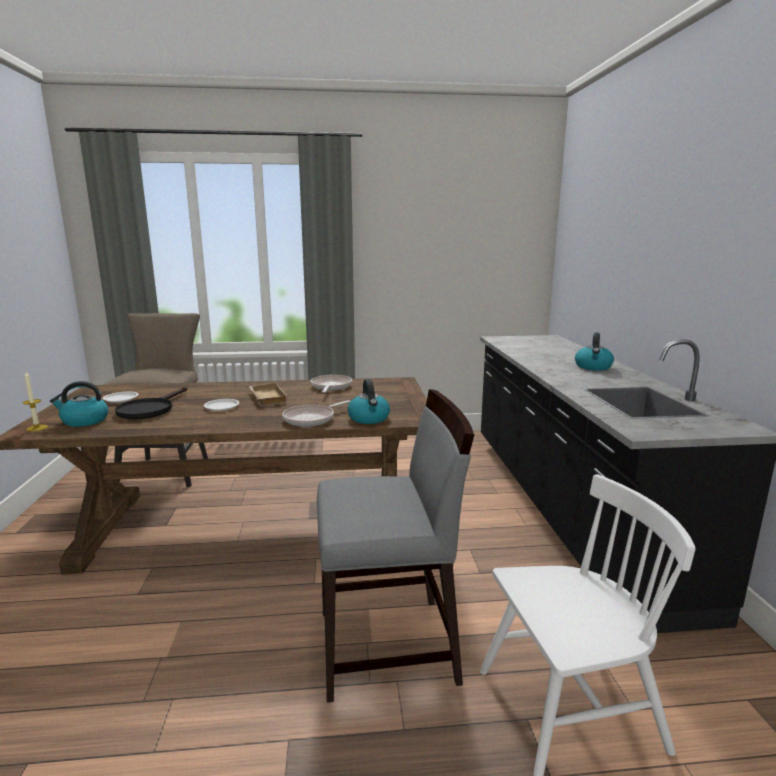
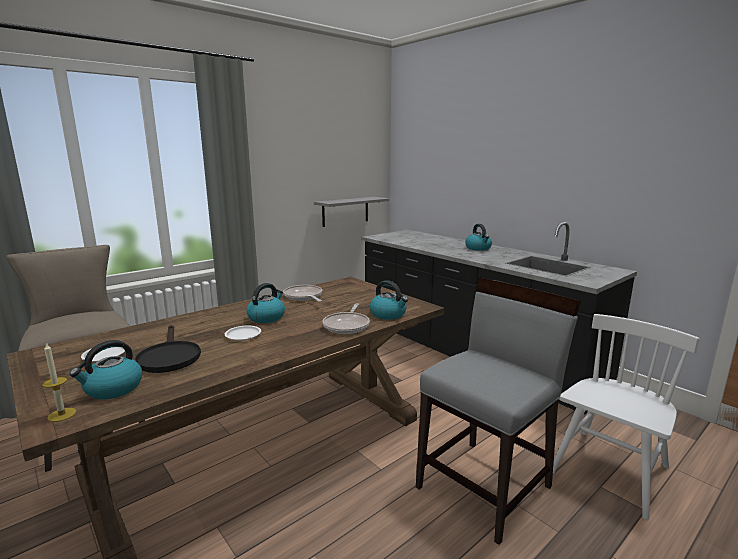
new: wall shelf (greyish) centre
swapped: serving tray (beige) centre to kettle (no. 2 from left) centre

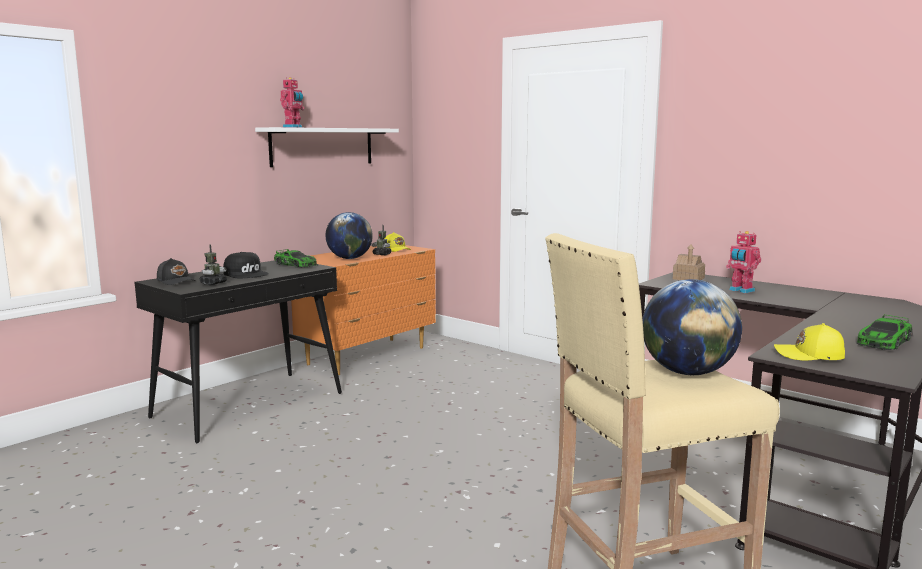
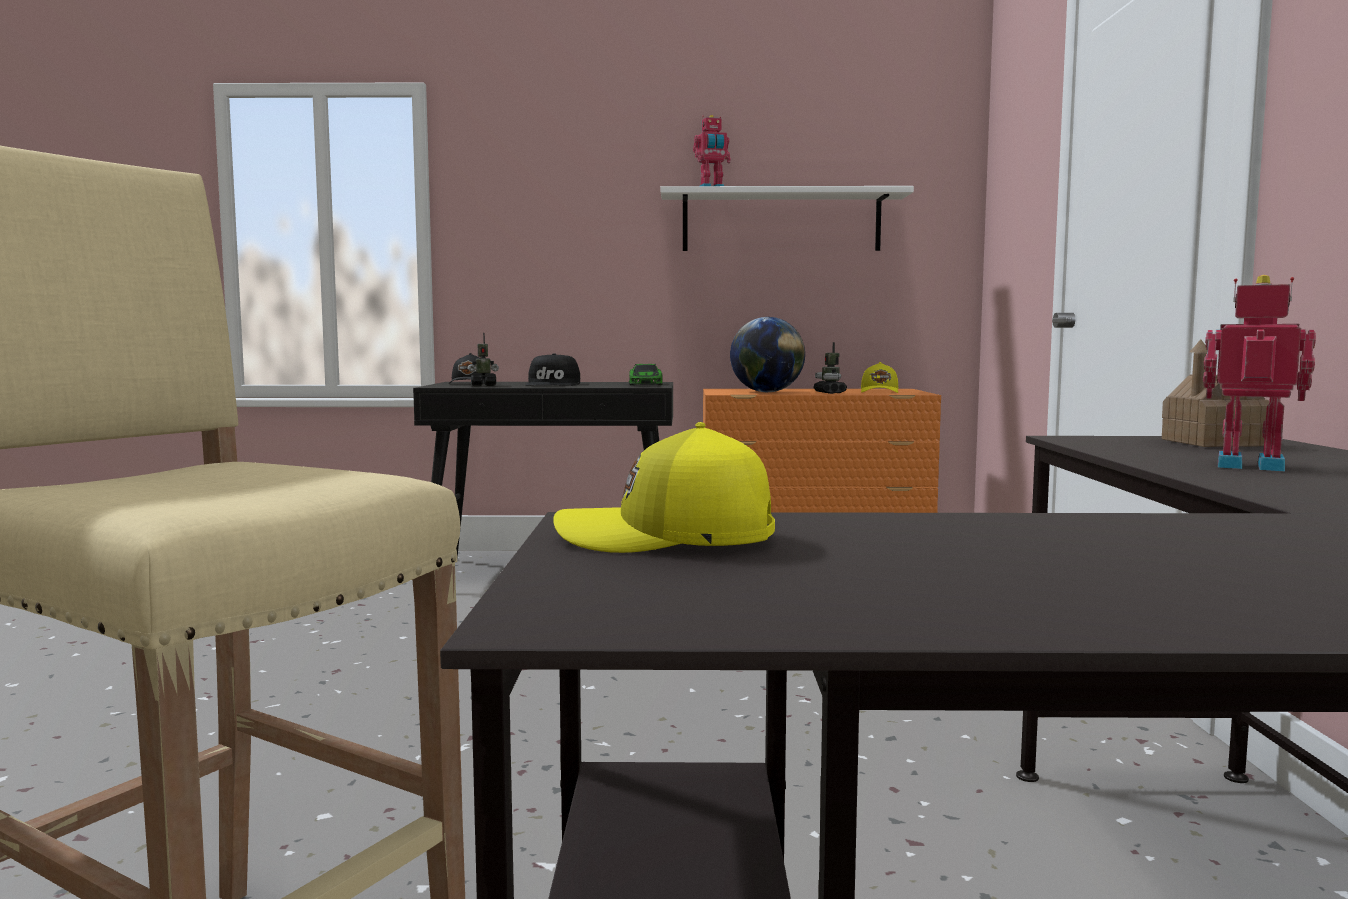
gone: globe (no. 2 from left) middle right; model car (no. 2 from left) middle right
rotated: model robot (no. 4 from left) middle right = middle right 105 degrees clockwise; baseball cap (yellow) (no. 2 from left in the first image) middle right = centre 60 degrees counterclockwise

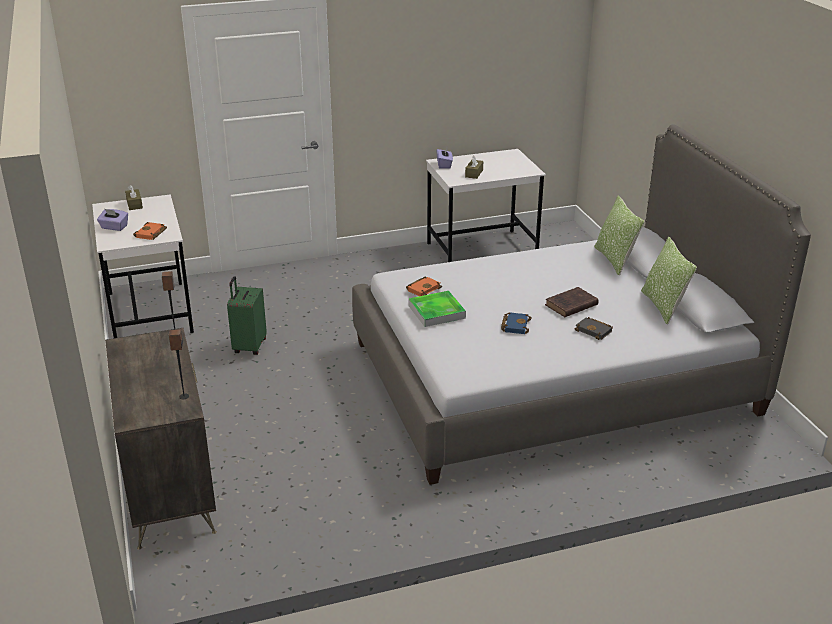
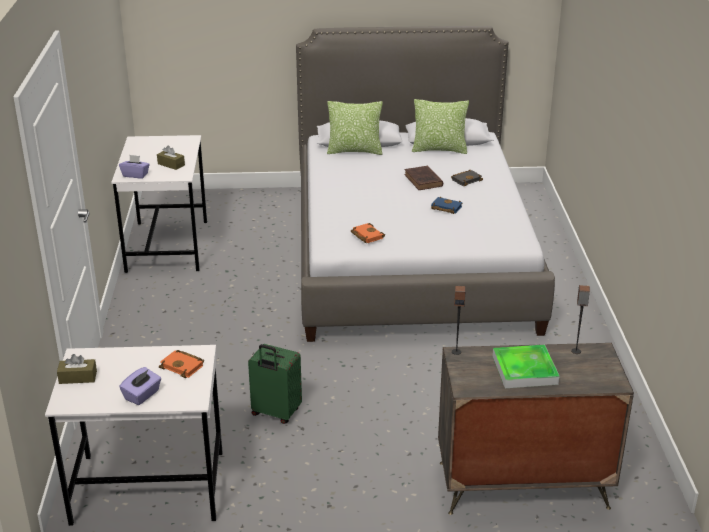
shifted: serving tray centre to bottom right

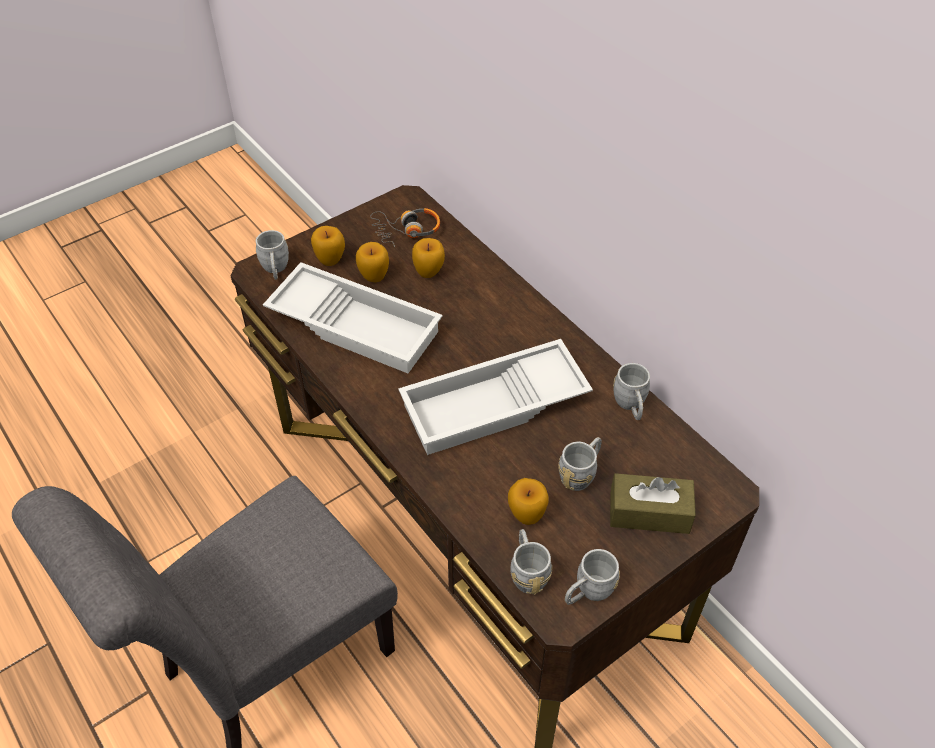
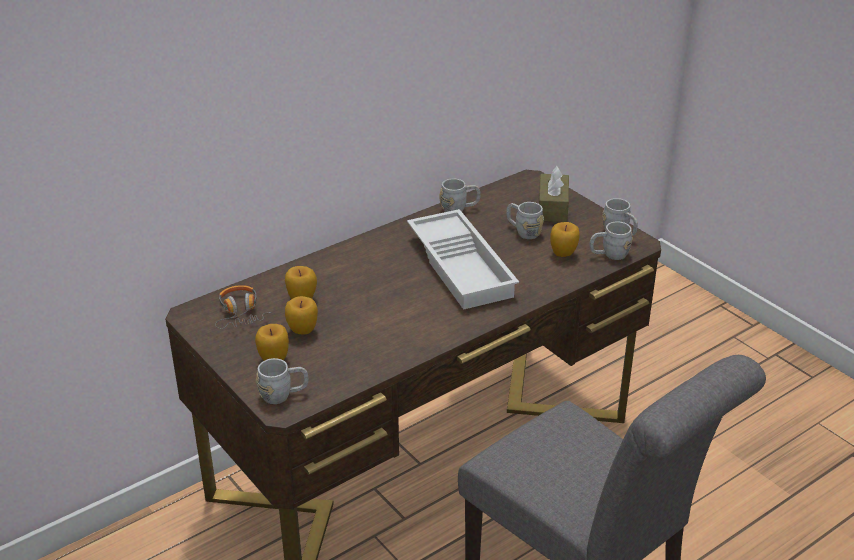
gone: serving tray (white-coloured) (no. 1 from left) centre

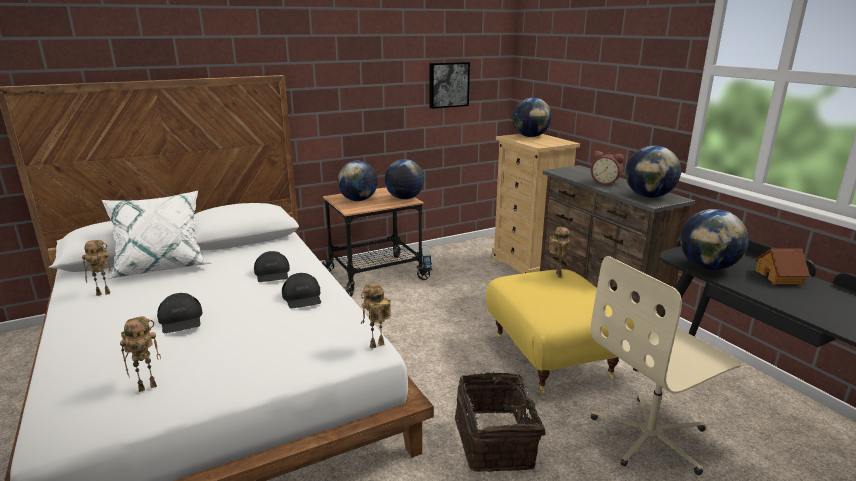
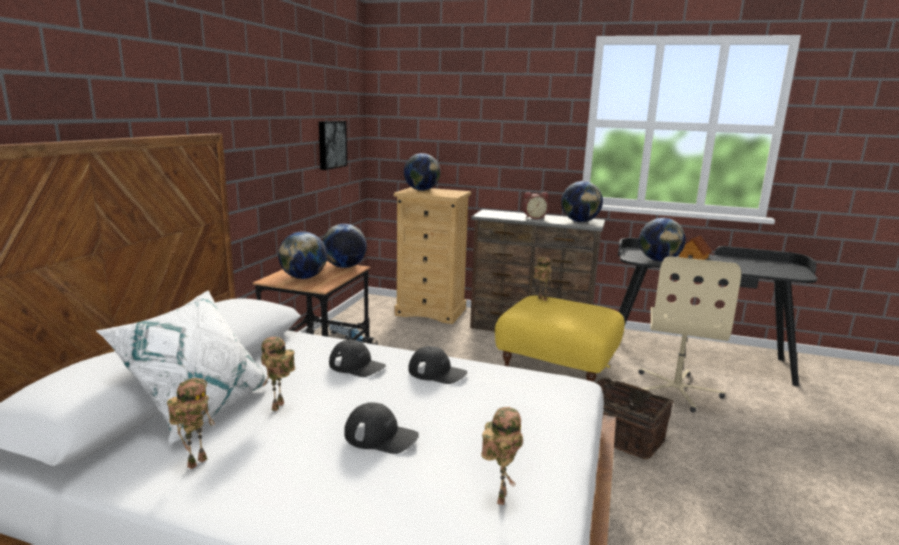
shifted: model robot (no. 3 from left in the first image) centre to model robot (no. 2 from left) bottom left

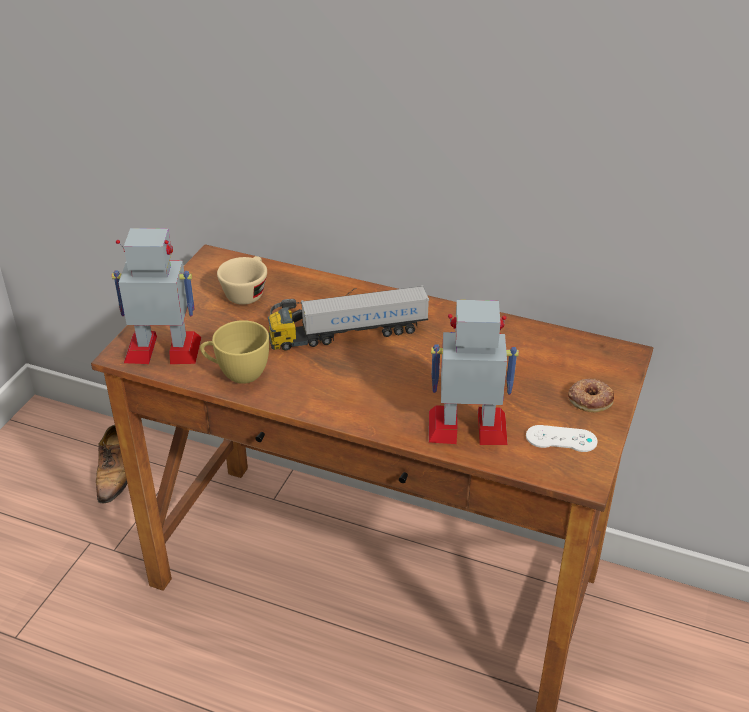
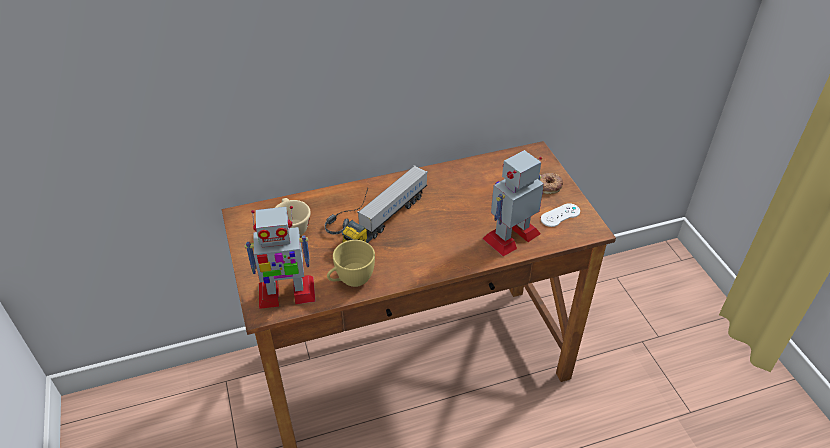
gone: low shoe middle left
rotated: model robot (no. 1 from left) middle left = centre 150 degrees counterclockwise

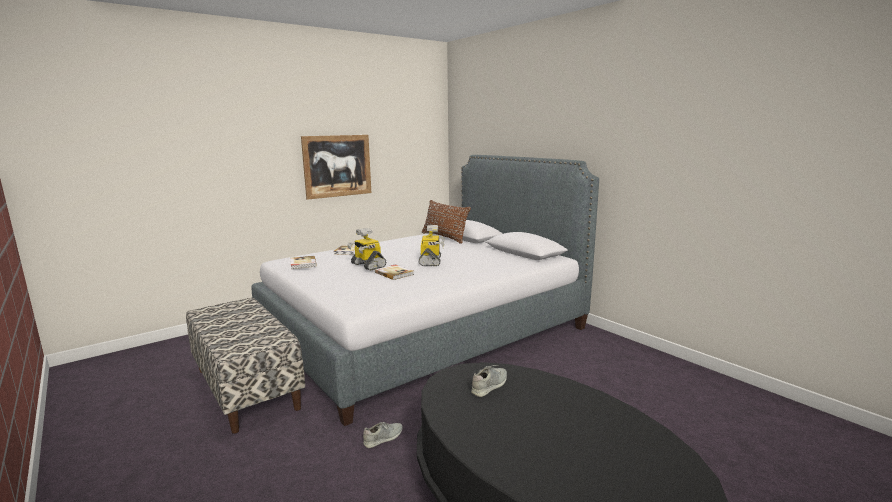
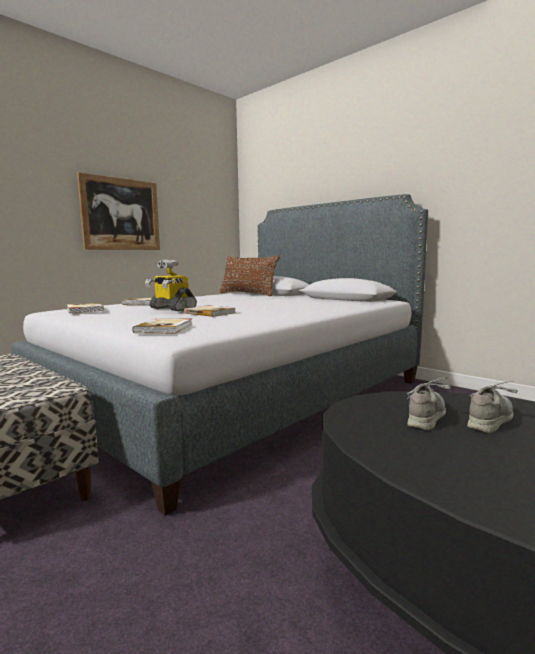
gone: model robot (no. 2 from left) centre
new: bound book (no. 3 from left) middle left
shifted: low shoe (greyish) (no. 1 from left in the first image) bottom centre to low shoe (greyish) (no. 2 from left) middle right

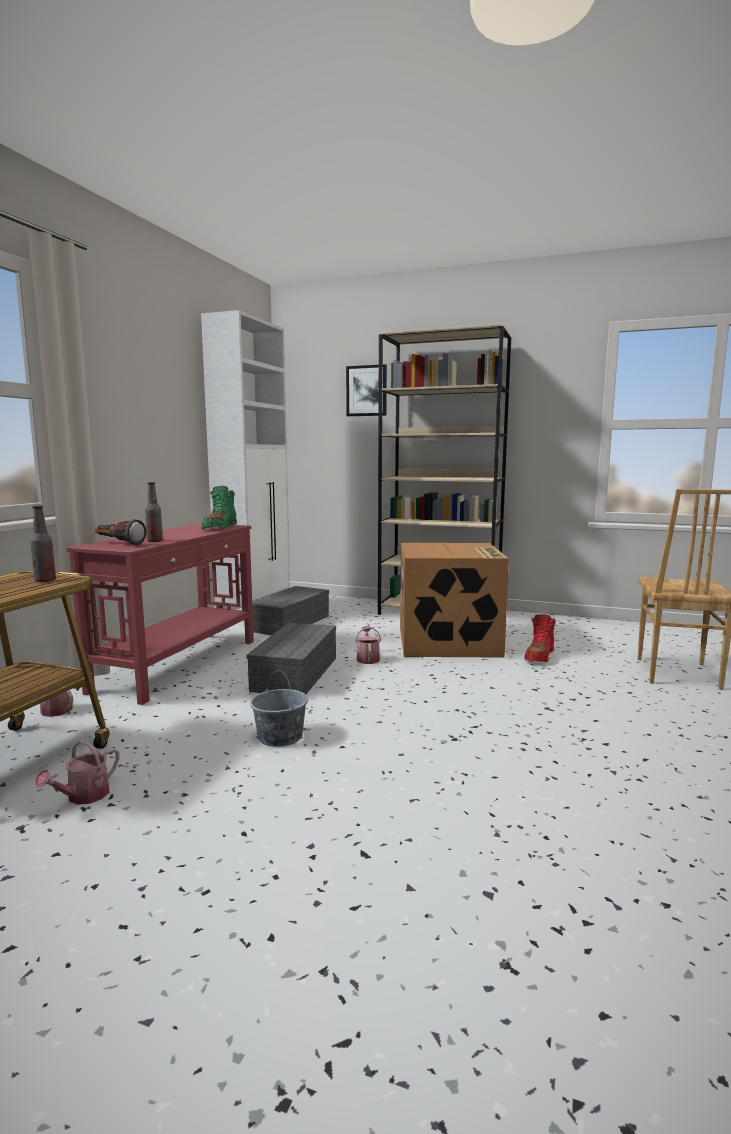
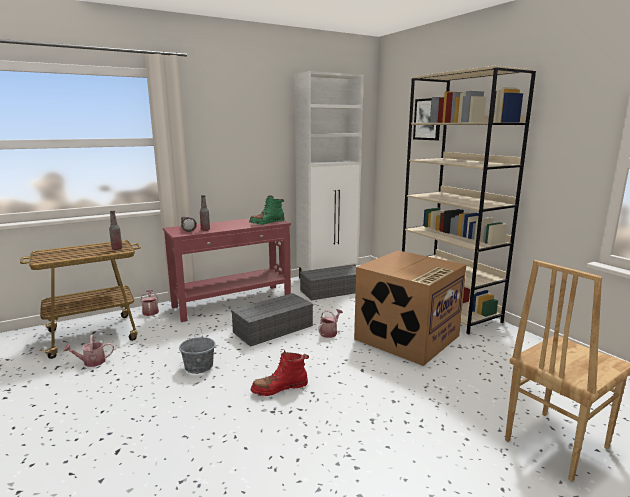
shifted: tall boot (red) middle right to bottom centre

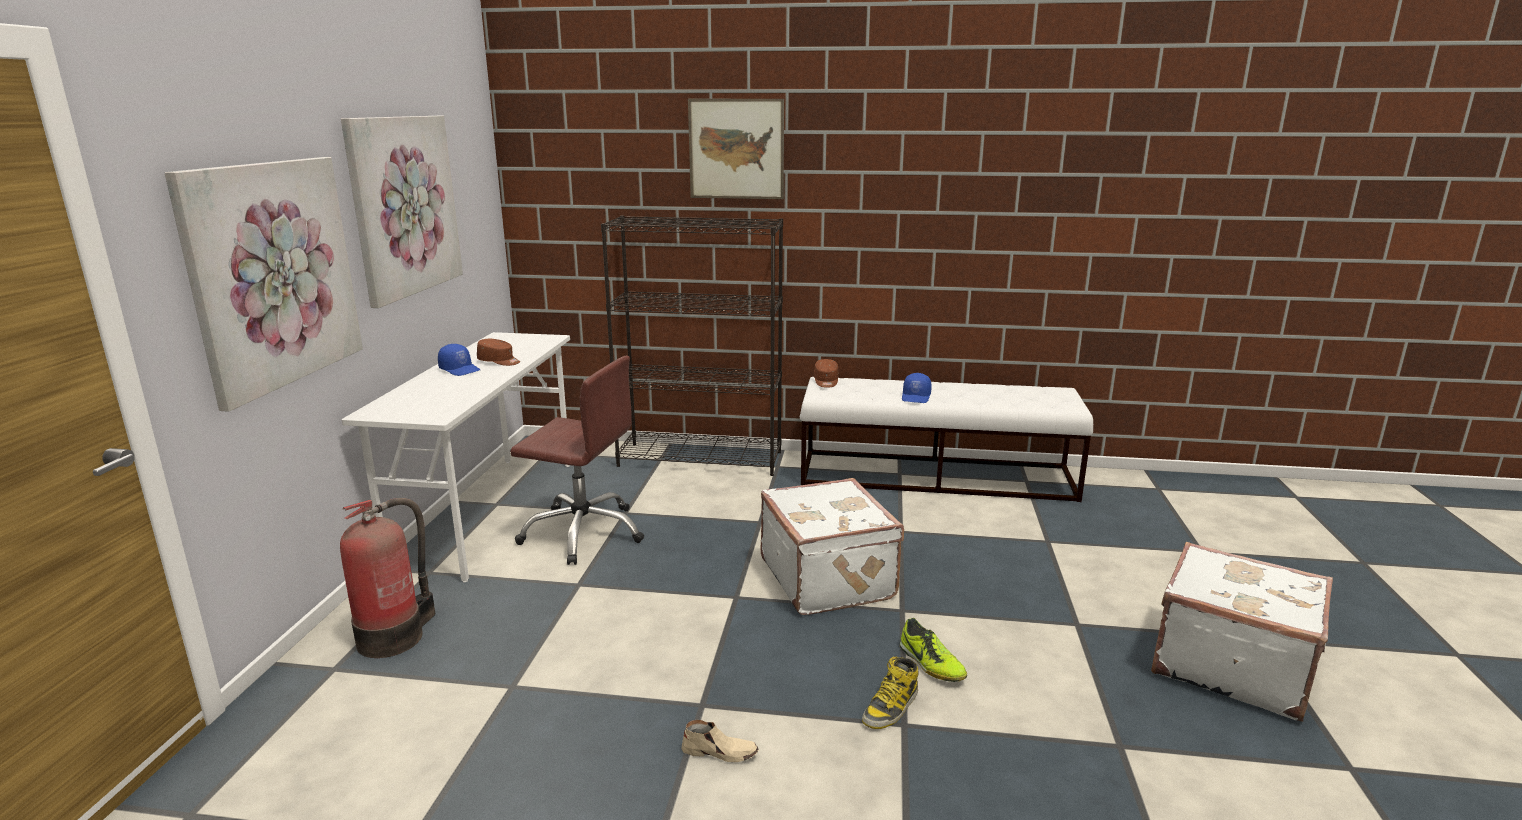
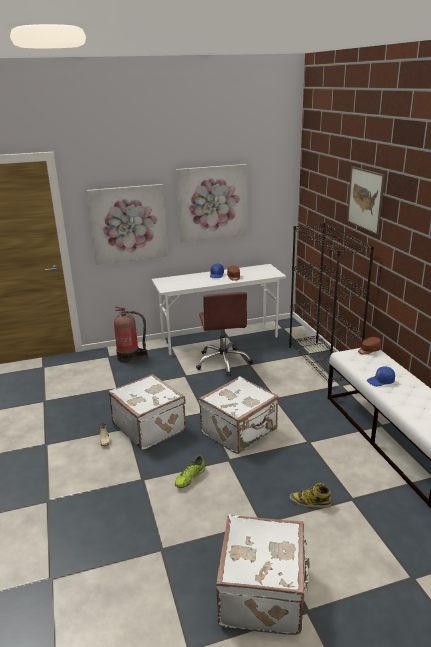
new: suitcase (white-coloured) (no. 1 from left) centre
shifted: tall boot bottom centre to bottom right

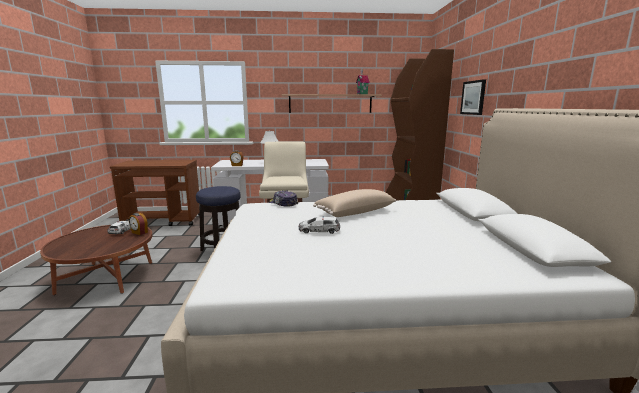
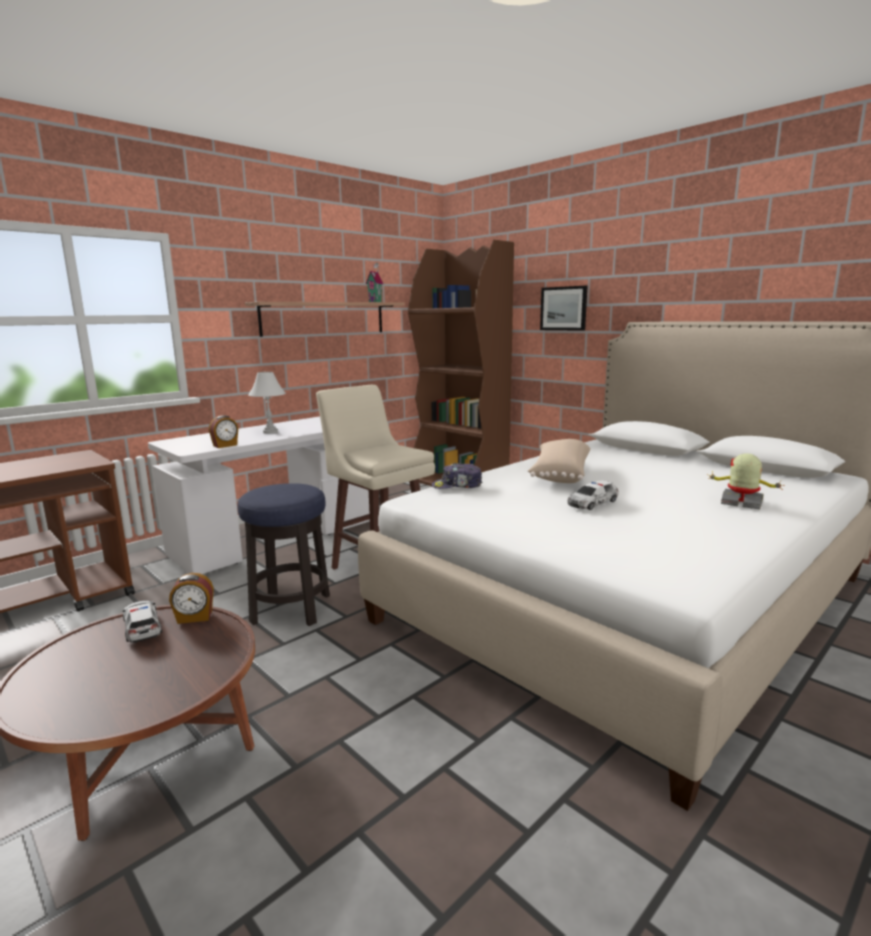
new: model robot middle right

